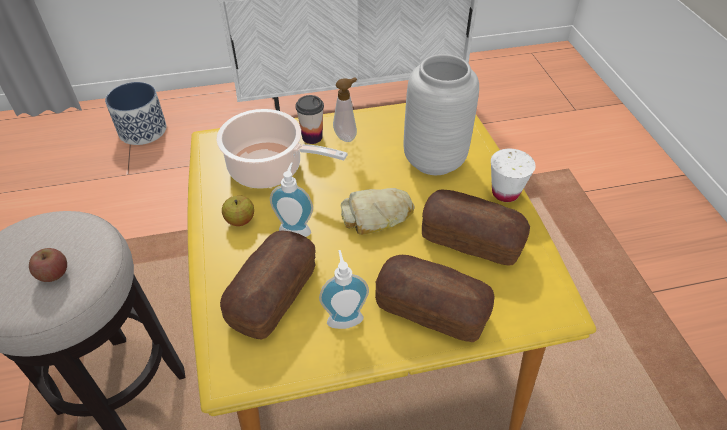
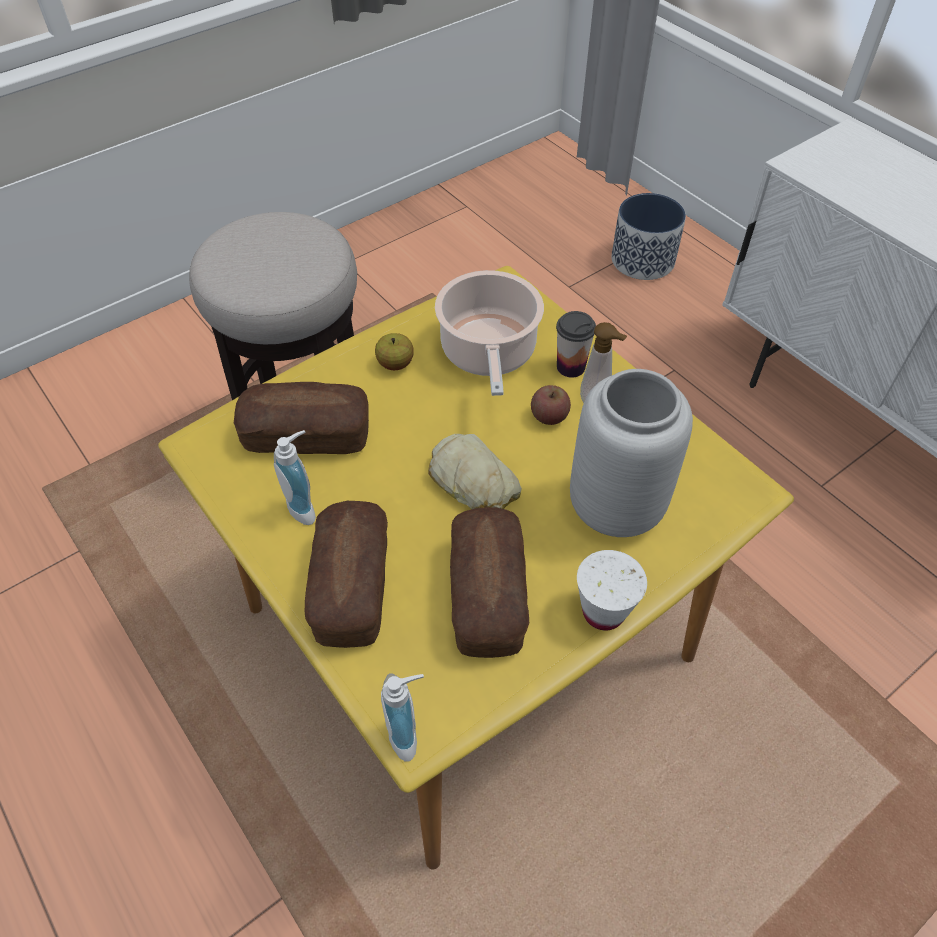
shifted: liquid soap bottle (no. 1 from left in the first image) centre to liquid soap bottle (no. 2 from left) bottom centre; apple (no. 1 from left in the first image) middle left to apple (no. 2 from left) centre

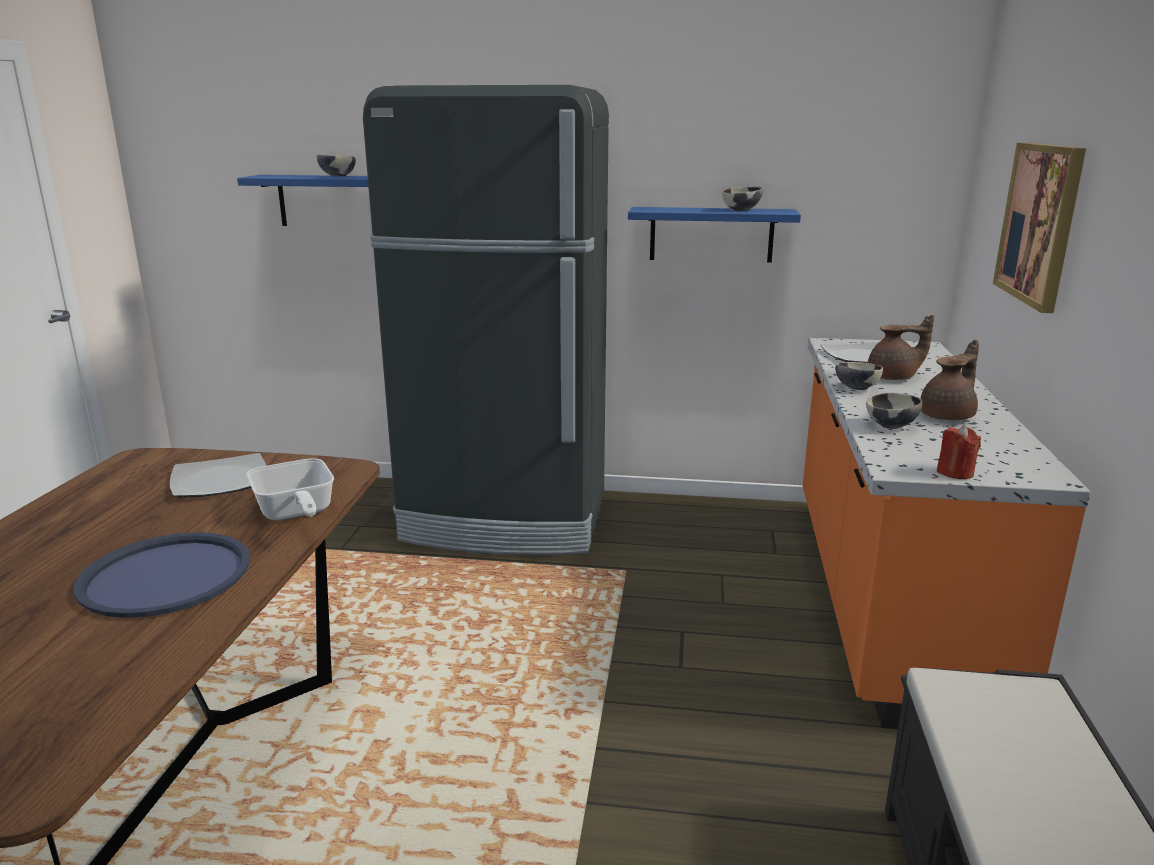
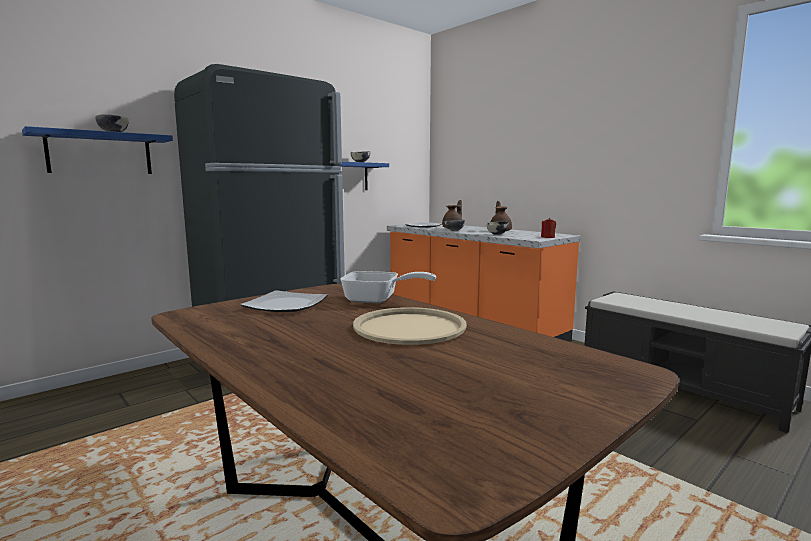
gone: wall art top right
repainted: serving tray (blue-coloured) middle left to serving tray (beige) centre

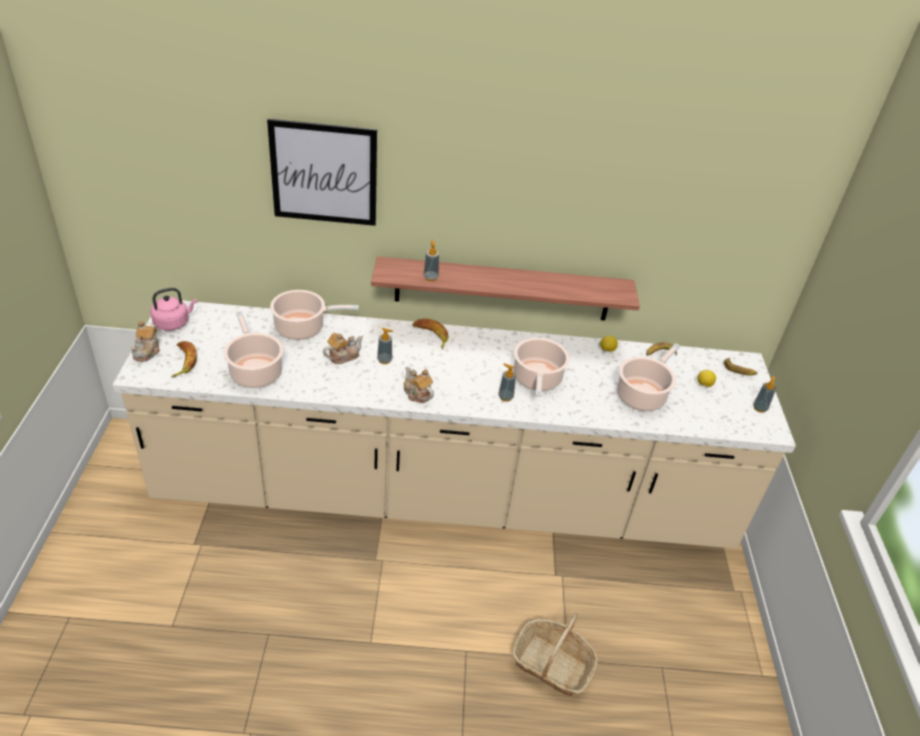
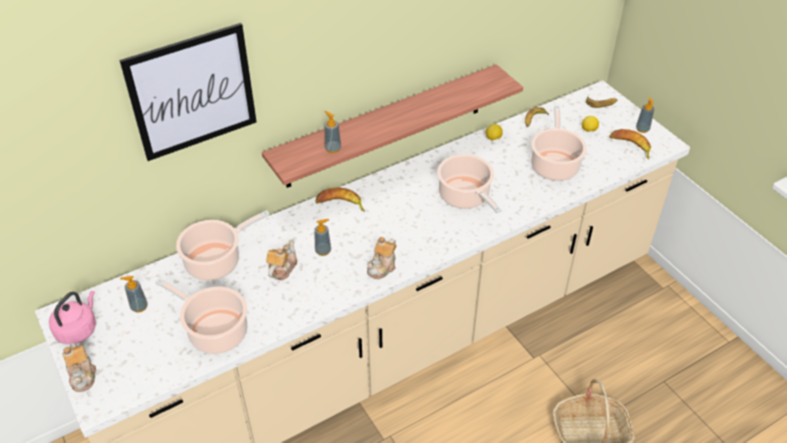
shifted: whole banana (no. 1 from left in the first image) middle left to whole banana (no. 4 from left) top right; liquid soap bottle (no. 3 from left in the first image) centre to liquid soap bottle (no. 1 from left) middle left
rotated: teapot (no. 3 from left) centre = centre 75 degrees counterclockwise

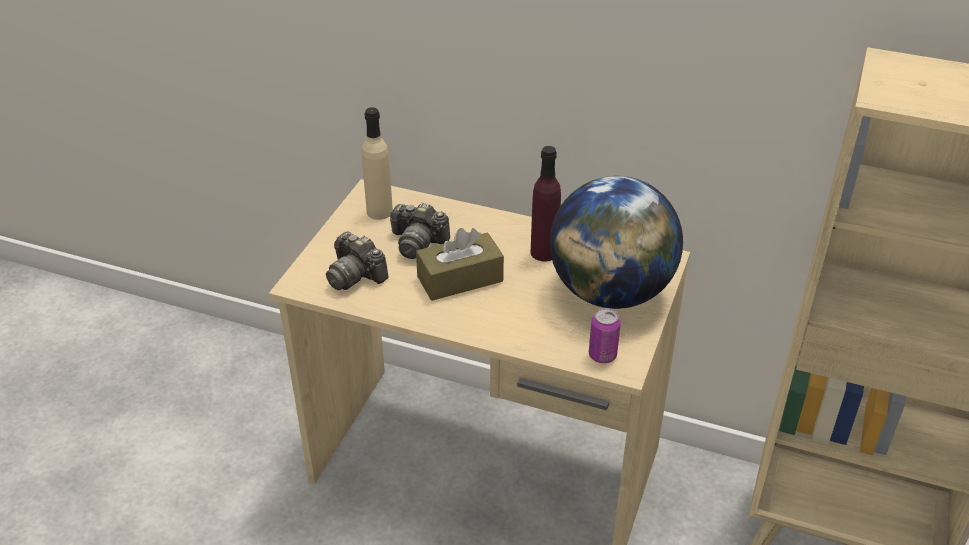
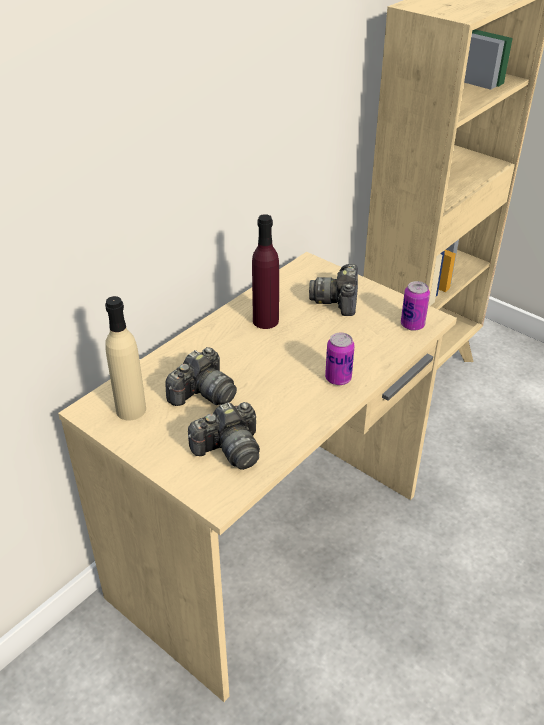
gone: tissue box (brown) centre
new: metal can (no. 1 from left) centre
swapped: globe centre to photo camera (no. 3 from left) centre

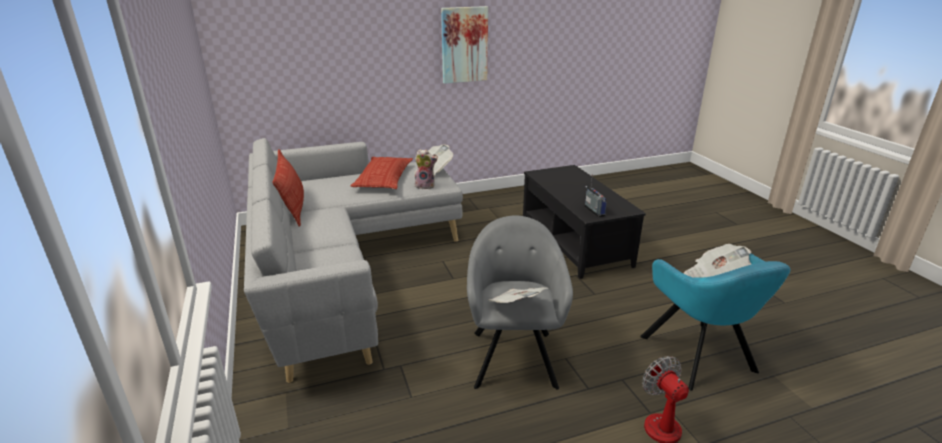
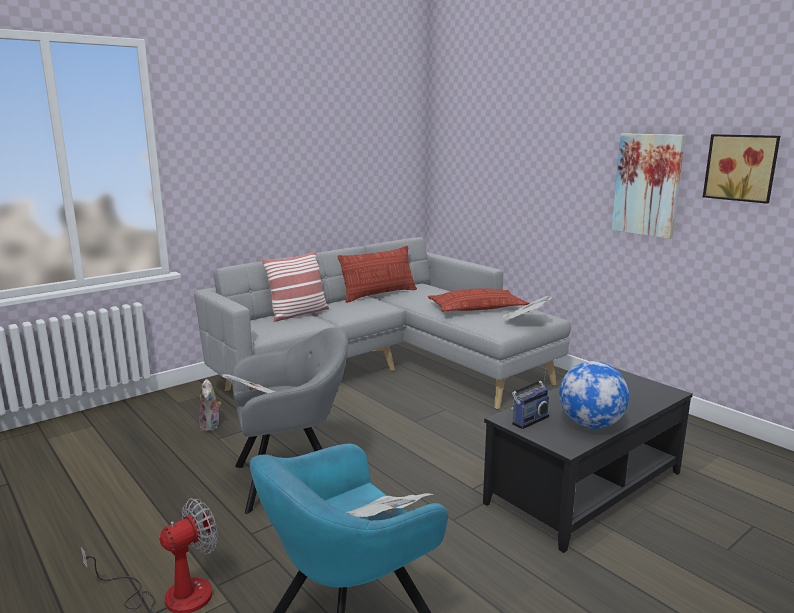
new: wall art (no. 2 from left) top right; throw pillow (no. 1 from left) centre; globe middle right
shifted: cuddly toy centre to middle left

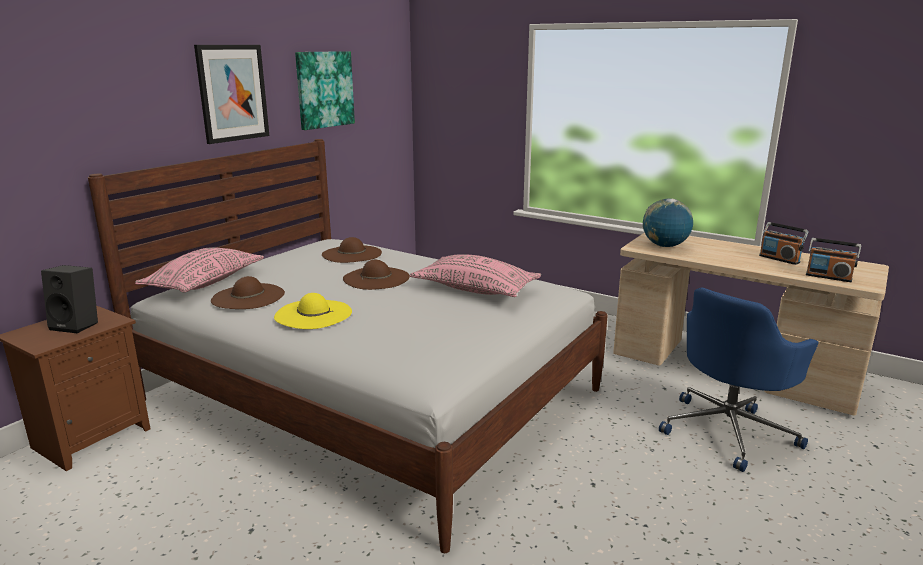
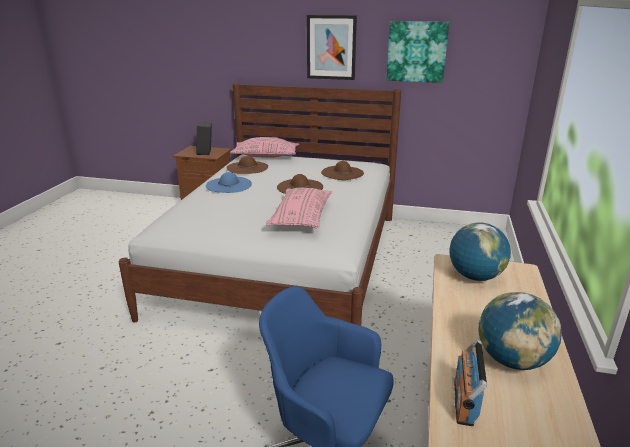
swapped: radio set (no. 1 from left) middle right to globe (no. 2 from left) bottom right
repainted: wearable hat (yellow) centre to wearable hat (blue-coloured) centre

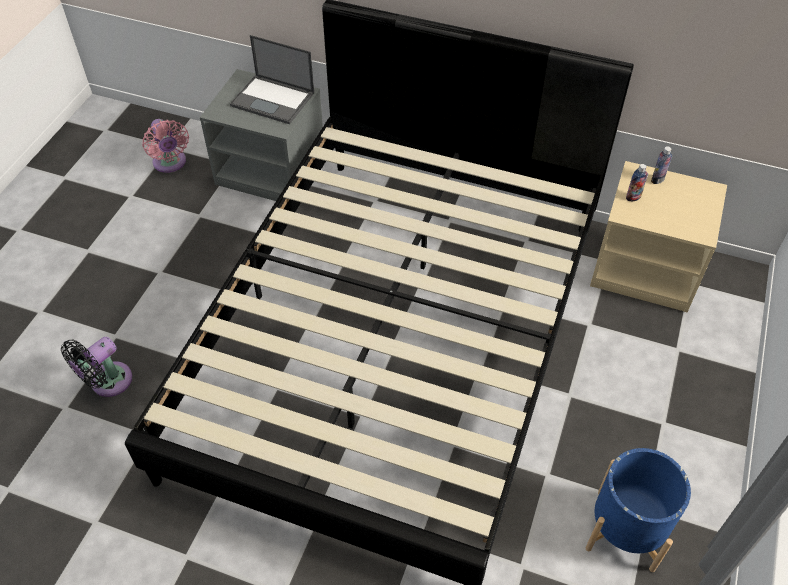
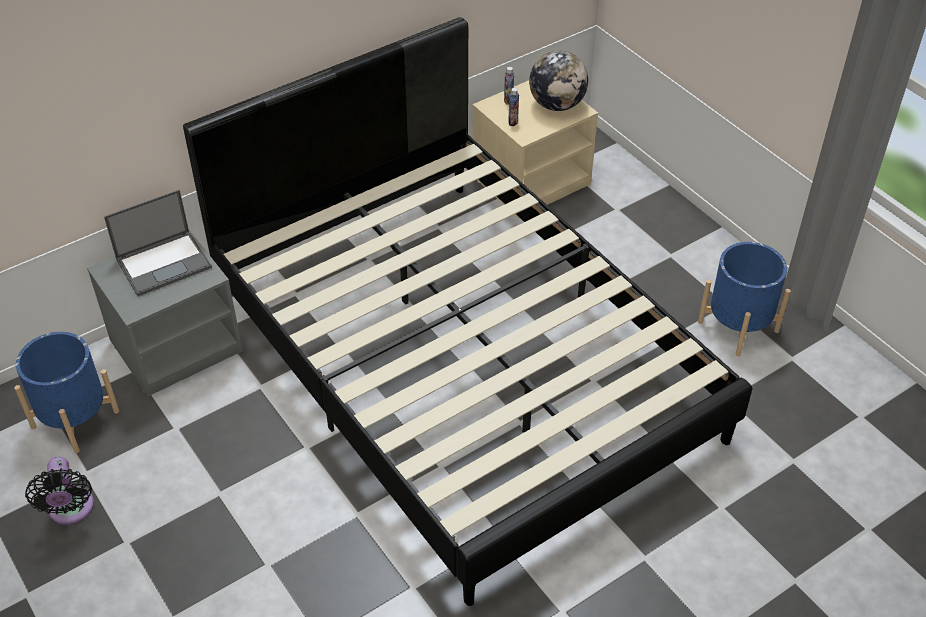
new: globe top centre
shifted: fan (black-coloured) middle left to bottom left
swapped: fan (pink-coloured) top left to flower pot (blue-coloured) (no. 1 from left) middle left

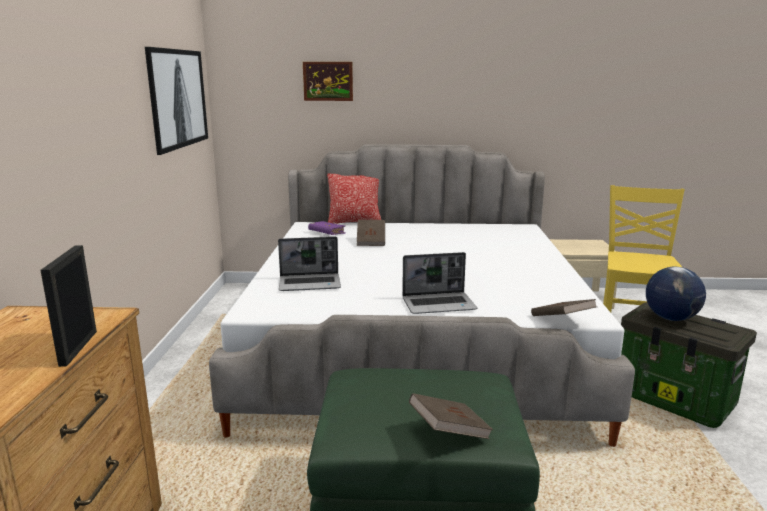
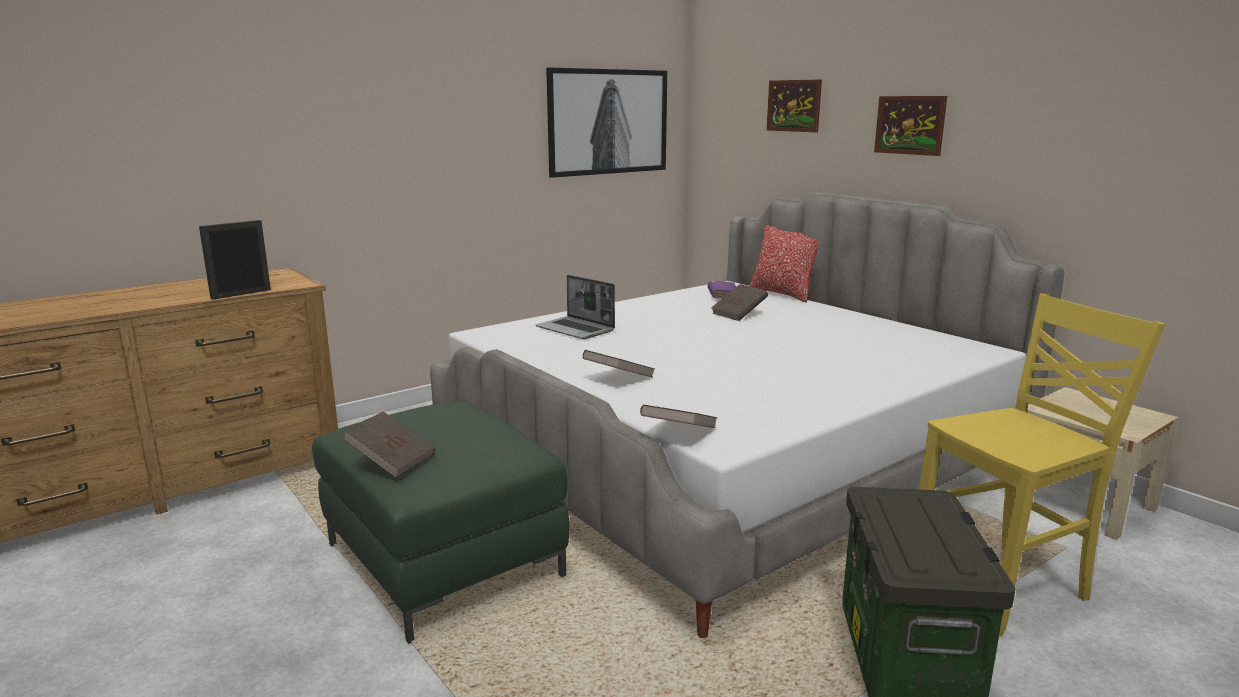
gone: globe middle right
new: wall art (no. 3 from left) top right
swapped: notebook computer (no. 2 from left) centre to bound book (brown) (no. 2 from left) centre

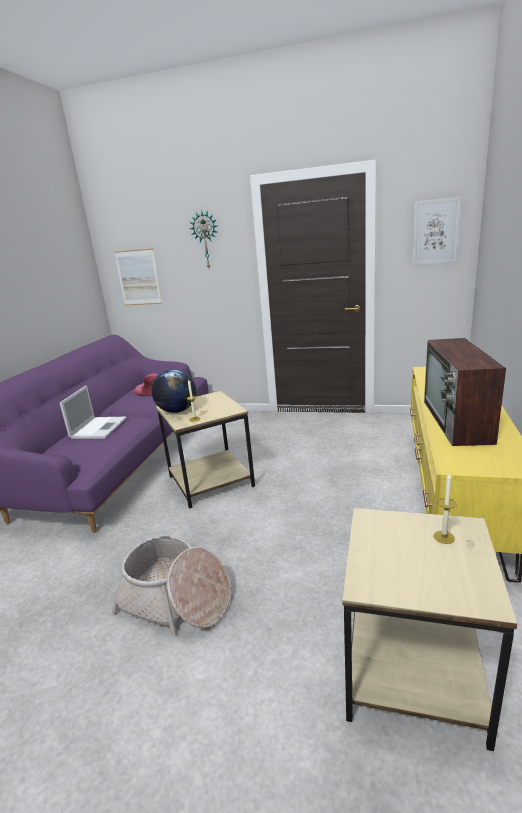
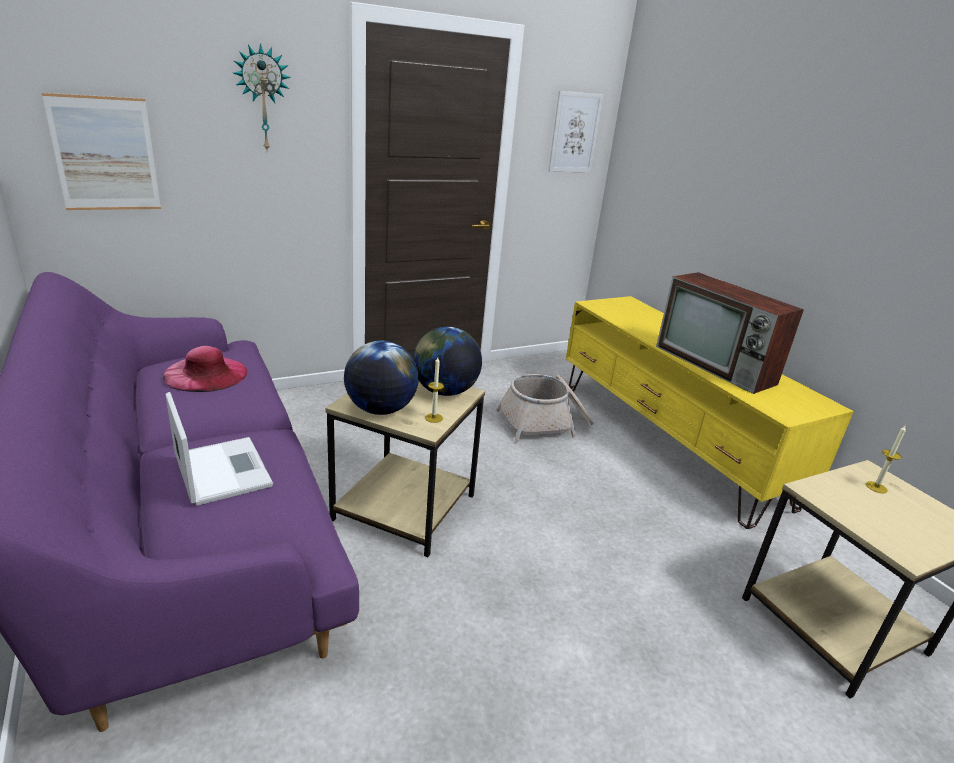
new: globe (no. 2 from left) centre
shifted: household basket bottom left to centre

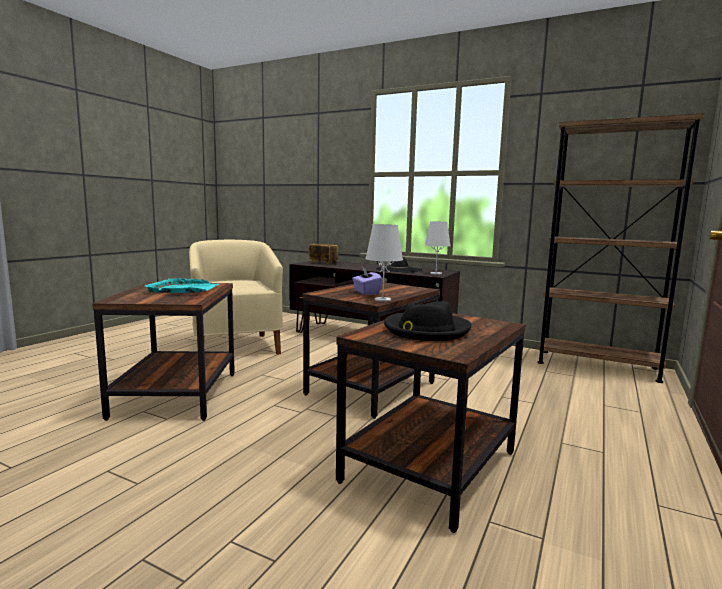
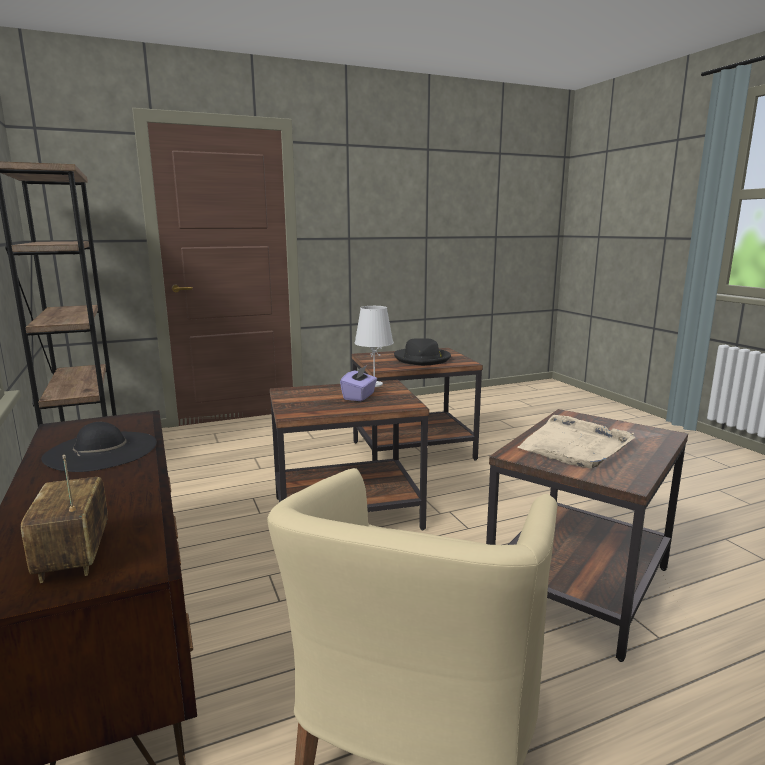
gone: tabletop lamp (white-coloured) (no. 2 from left) centre
repainted: serving tray (blue-green) middle left to serving tray (beige) middle right

